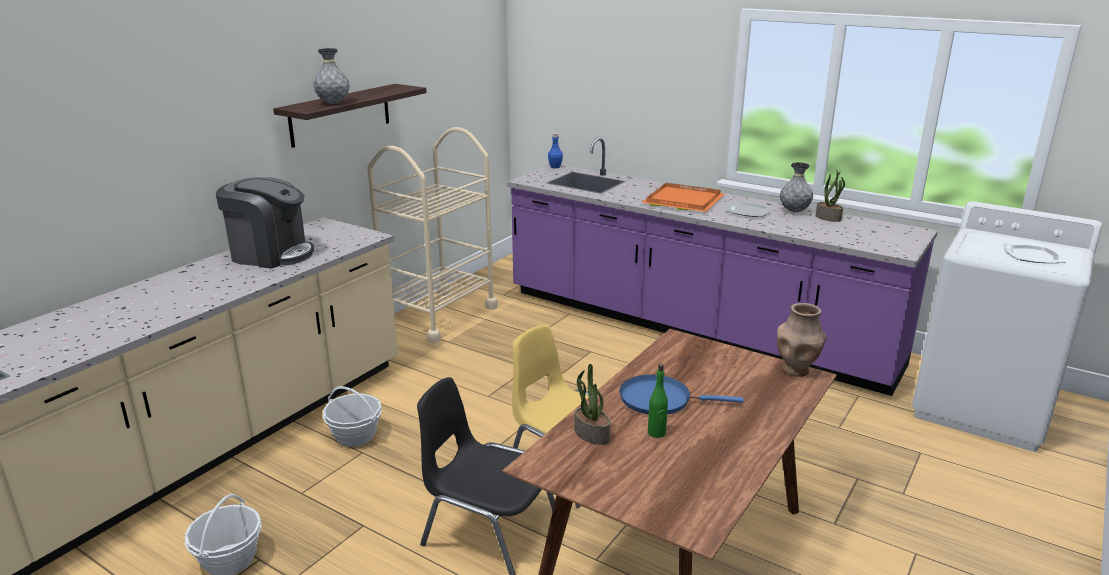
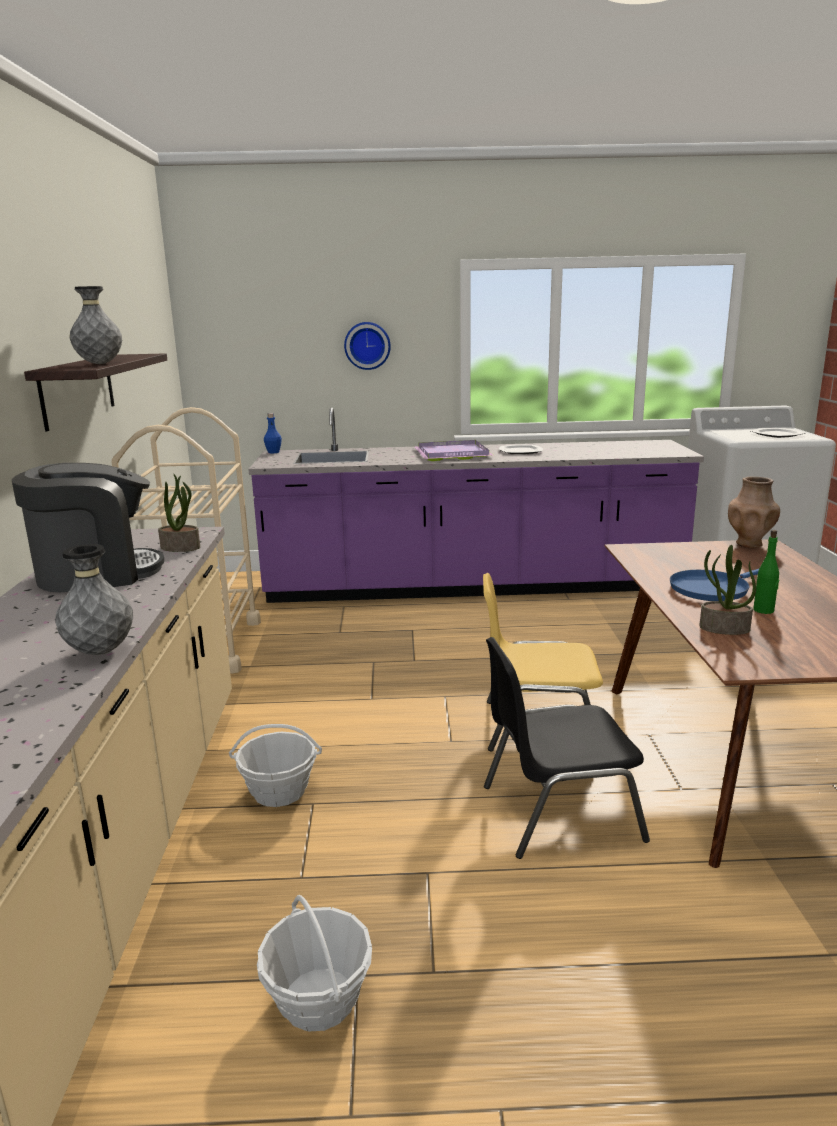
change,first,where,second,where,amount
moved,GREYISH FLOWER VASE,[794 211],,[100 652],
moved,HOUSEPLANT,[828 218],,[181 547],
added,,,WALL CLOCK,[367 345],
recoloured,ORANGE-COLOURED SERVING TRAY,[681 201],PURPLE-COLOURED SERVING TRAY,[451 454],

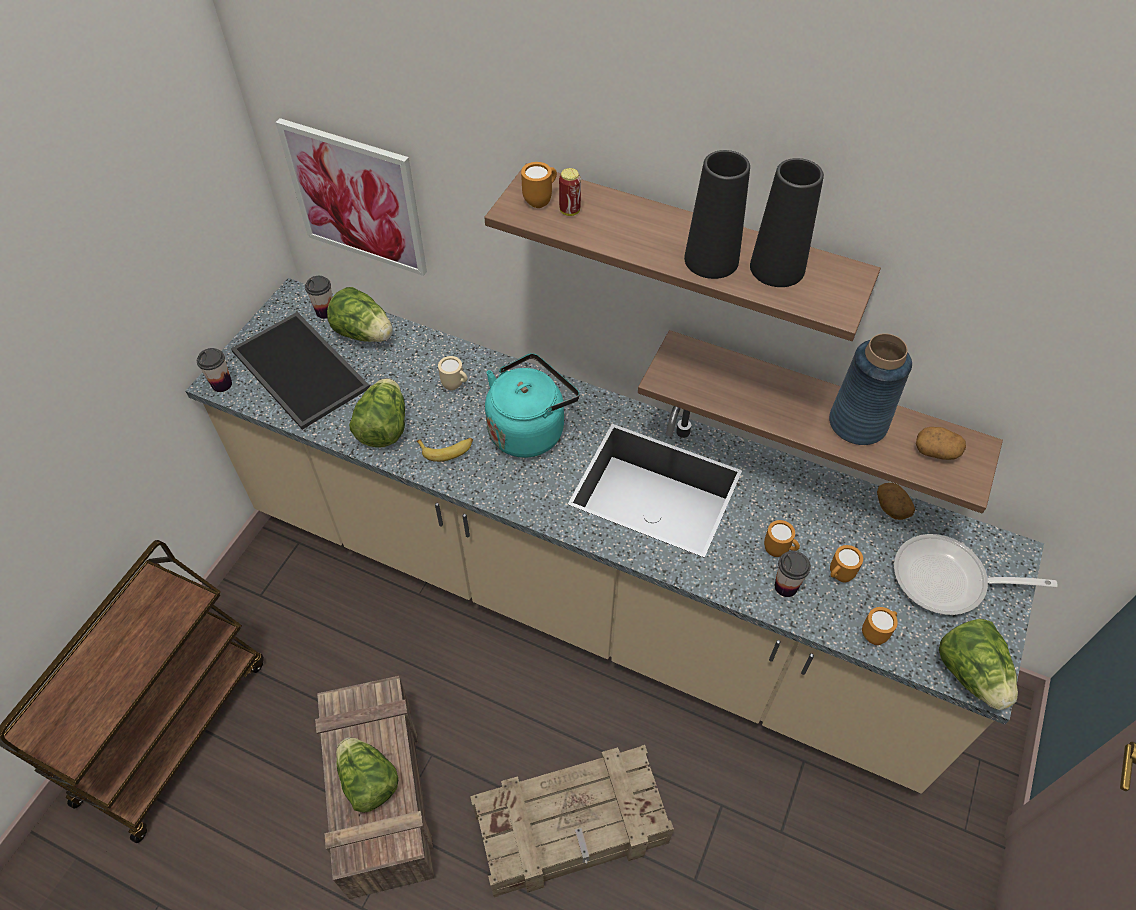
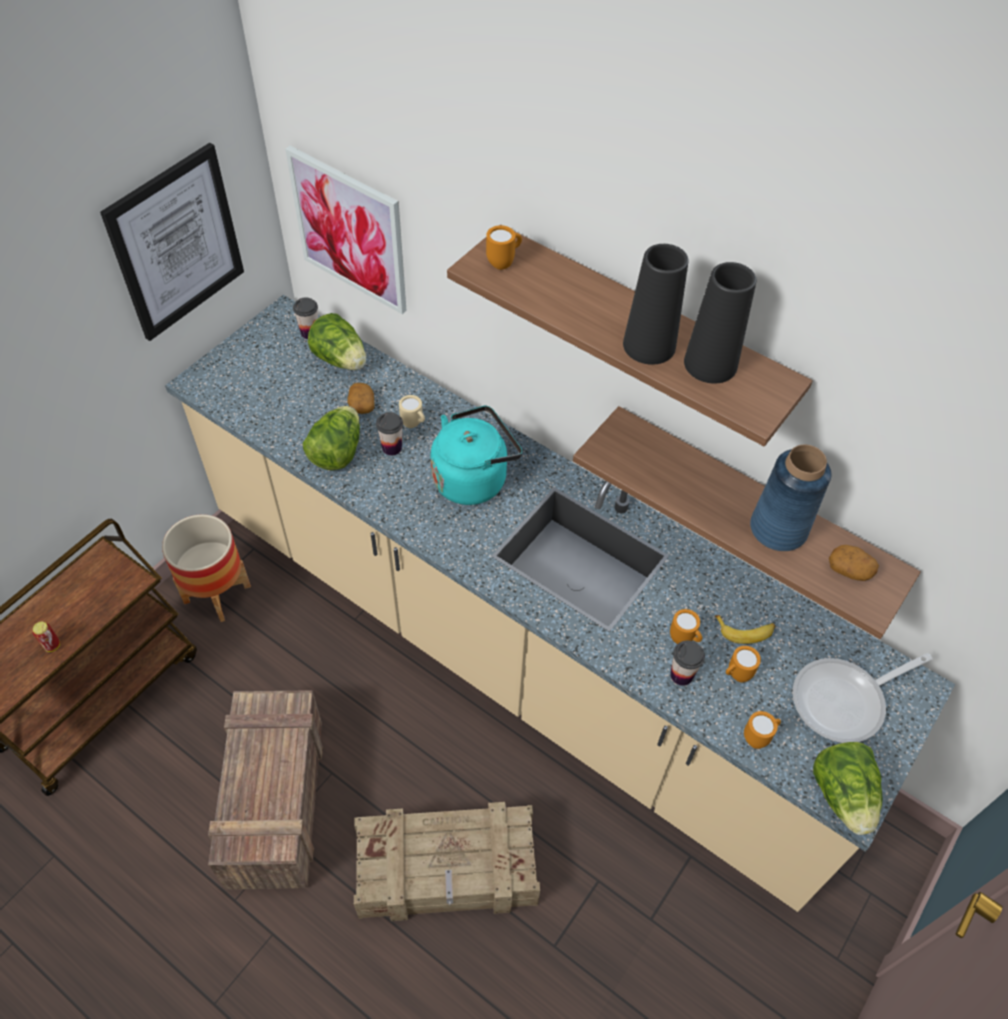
change,first,where,second,where,amount
moved,CAN,[569 211],,[52 645],
added,,,PICTURE,[176 243],
added,,,PLANTER,[217 593],
moved,POTATO,[891 507],,[361 405],
moved,CUP,[222 384],,[392 447],
moved,BANANA FRUIT,[447 449],,[745 631],
turned,PAN,[947 581],,[844 701],45 degrees counterclockwise
removed,SERVING TRAY,[302 369],,,
removed,LETTUCE,[368 782],,,

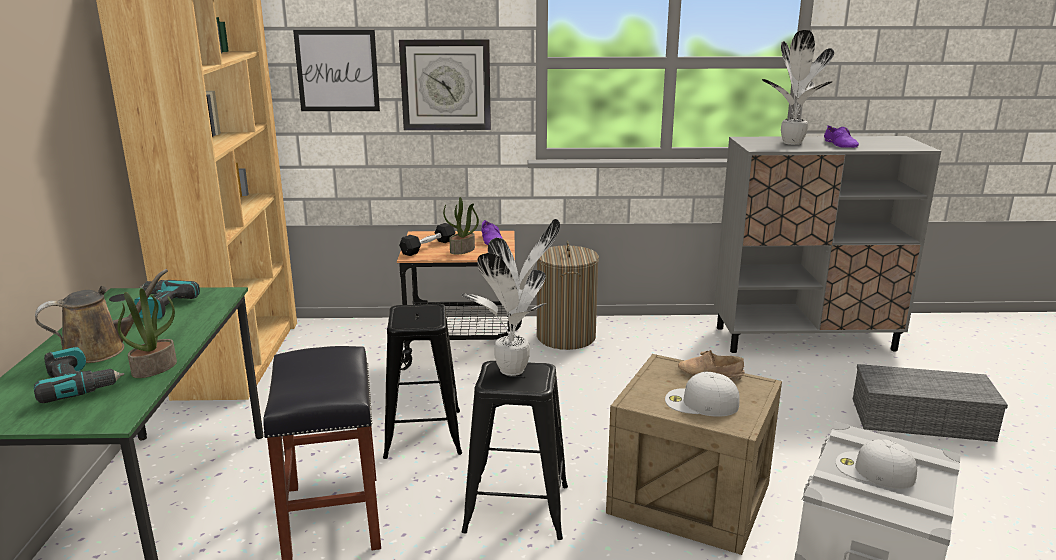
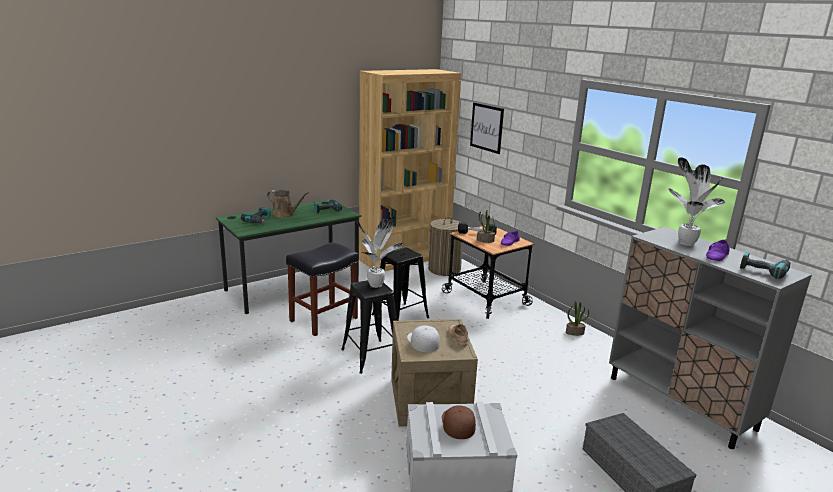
change,first,where,second,where,amount
moved,HAMPER,[566 337],,[444 269],
recoloured,WHITE-COLOURED CAP,[874 470],BROWN CAP,[457 423],
moved,HOUSEPLANT,[154 368],,[575 332],
added,,,DRILL,[764 270],
removed,WALL CLOCK,[446 85],,,

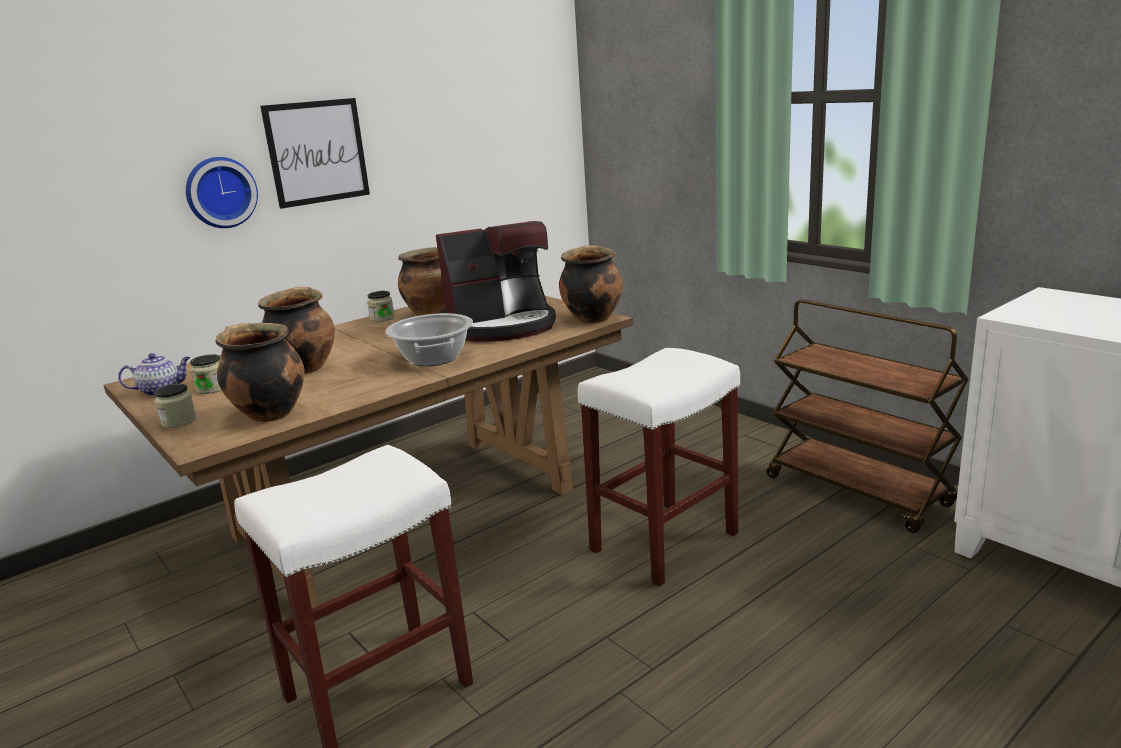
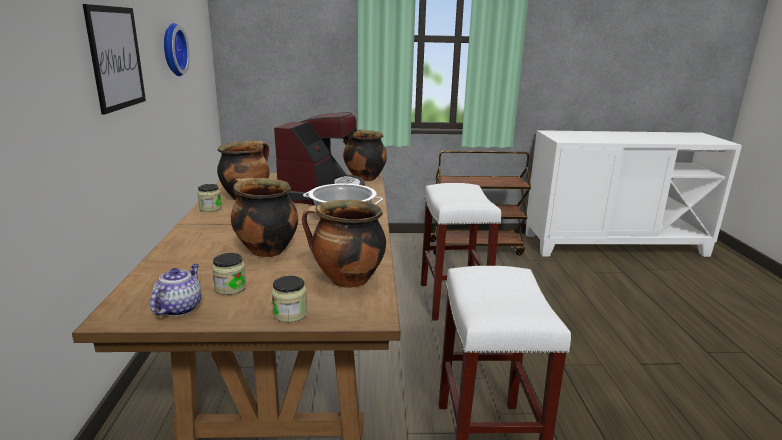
change,first,where,second,where,amount
moved,WALL CLOCK,[220 192],,[172 50],

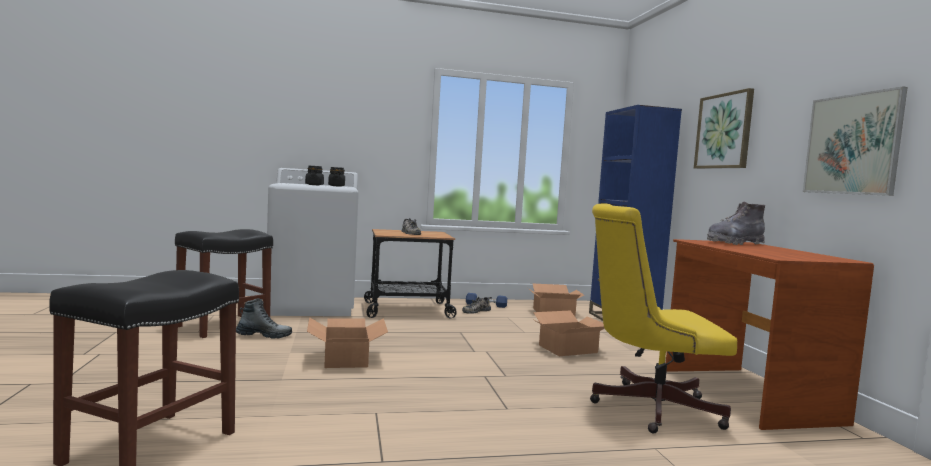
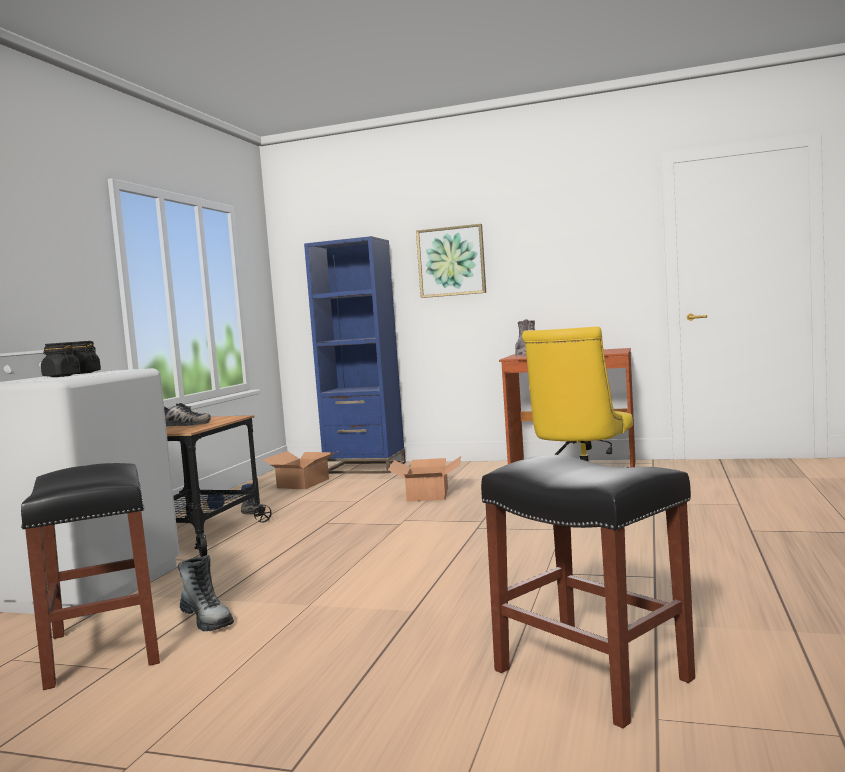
change,first,where,second,where,amount
turned,BOOT,[264 336],,[207 619],120 degrees clockwise
removed,CARTON,[345 359],,,
removed,PICTURE,[852 144],,,

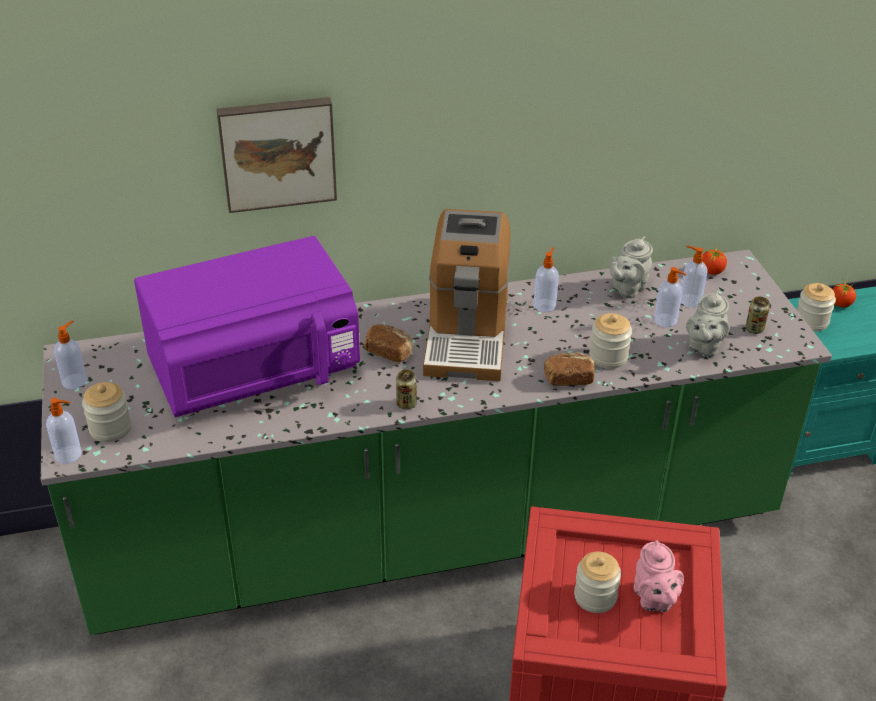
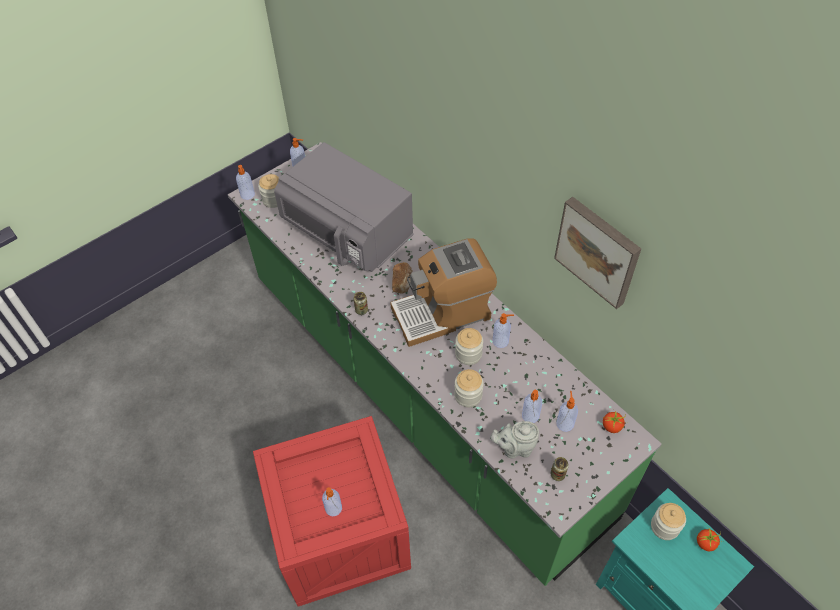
change,first,where,second,where,amount
recoloured,PURPLE-COLOURED MICROWAVE OVEN,[255 374],GREYISH MICROWAVE OVEN,[347 233],
replaced,PINKISH TEA POT,[654 599],LIQUID SOAP BOTTLE,[333 509],
moved,PRESERVE JAR,[595 597],,[468 354],
moved,PICTURE,[277 152],,[598 251],
removed,BAKERY BREAD,[568 378],,,
removed,GREYISH TEA POT,[627 289],,,

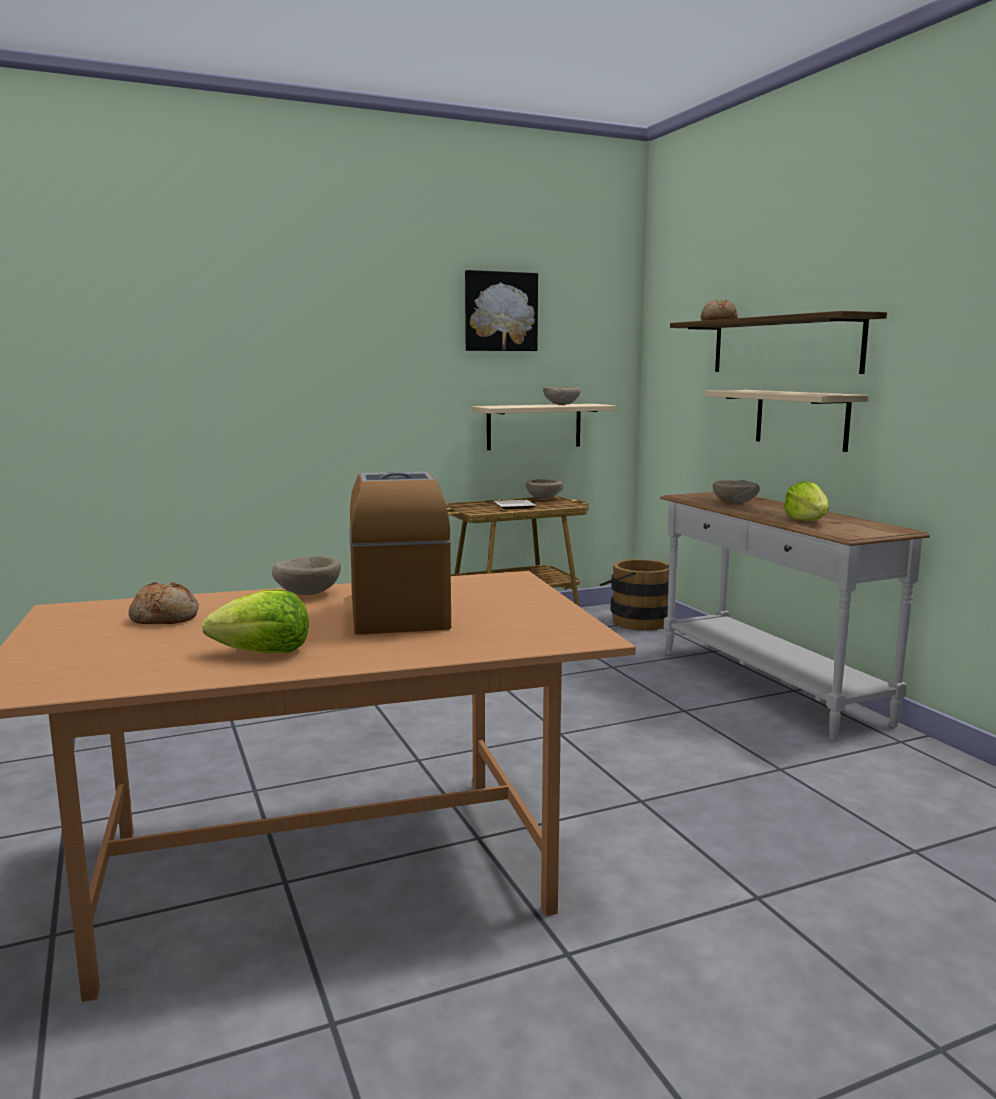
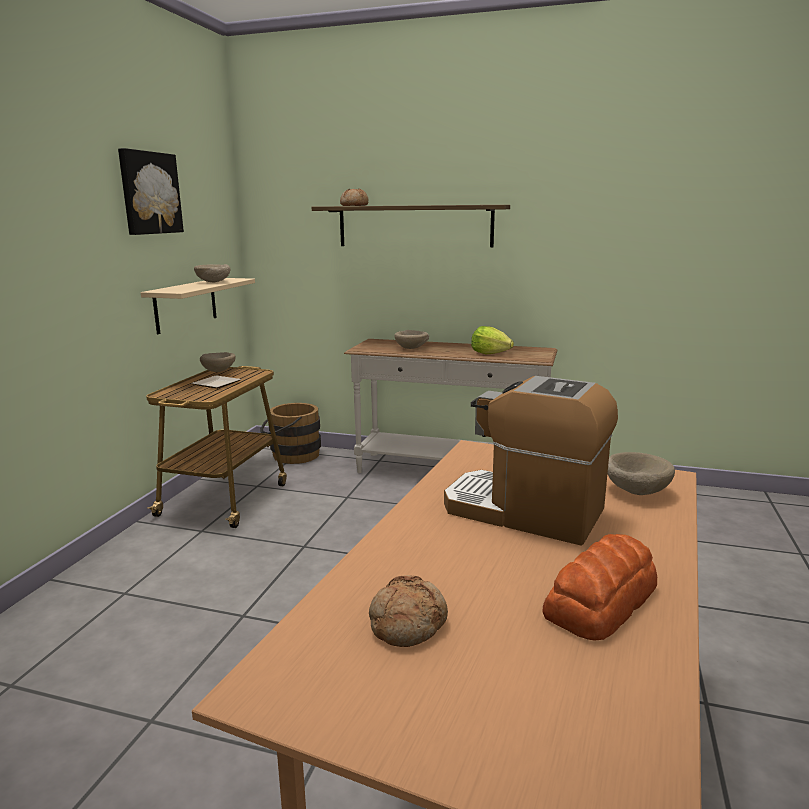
change,first,where,second,where,amount
replaced,LETTUCE,[263 653],BAKERY BREAD,[603 600],
moved,BEIGE-COLOURED SERVING BOWL,[308 593],,[635 491],
removed,BEIGE-COLOURED BRACKET SHELF,[801 419],,,

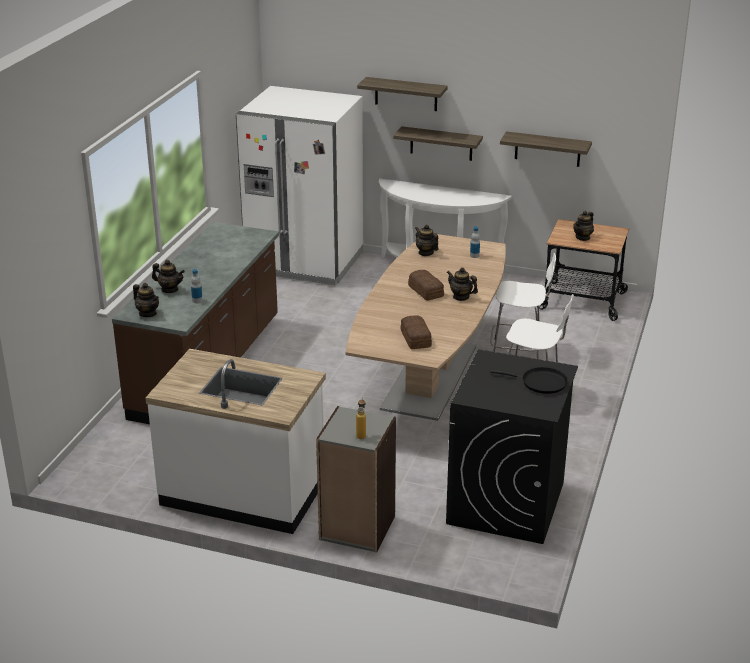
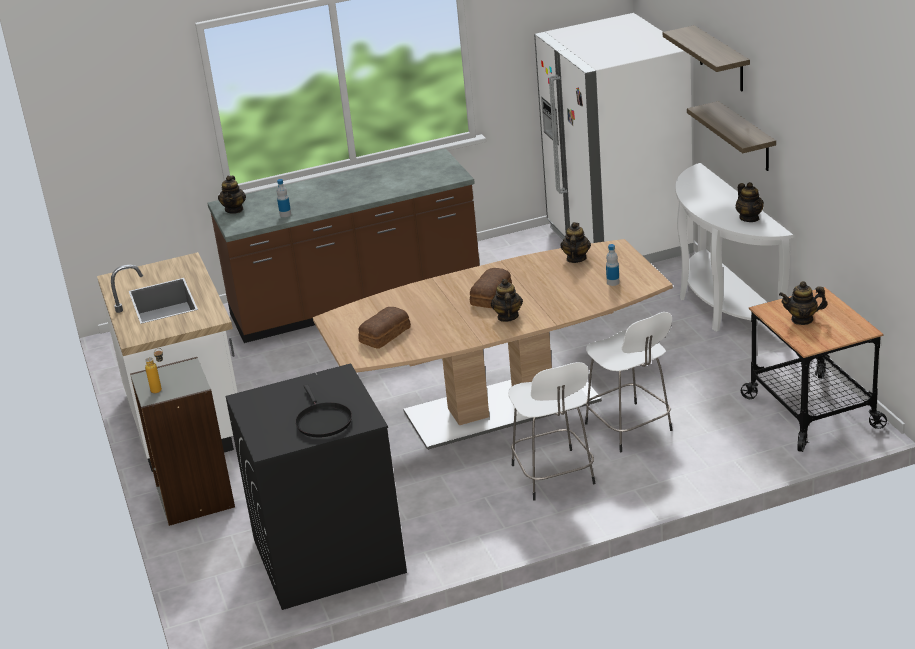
change,first,where,second,where,amount
moved,TEA POT,[169 289],,[749 218],
removed,BRACKET SHELF,[547 149],,,

